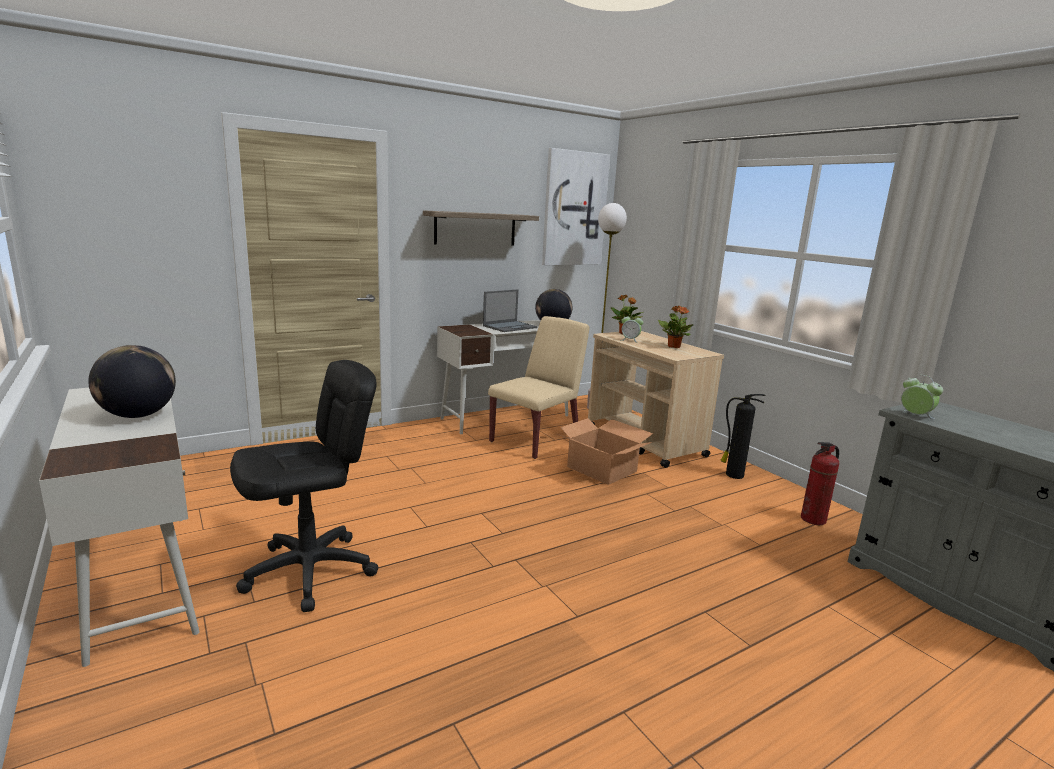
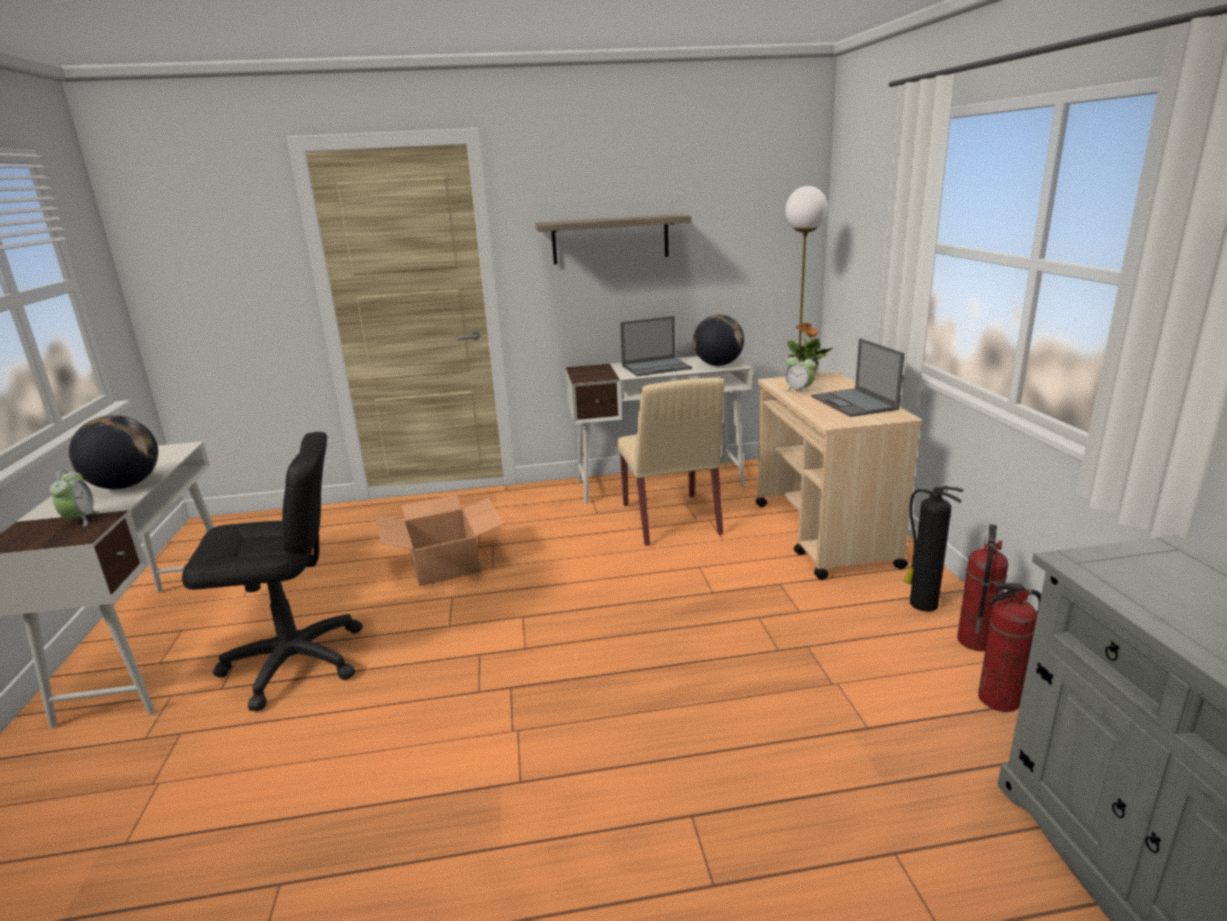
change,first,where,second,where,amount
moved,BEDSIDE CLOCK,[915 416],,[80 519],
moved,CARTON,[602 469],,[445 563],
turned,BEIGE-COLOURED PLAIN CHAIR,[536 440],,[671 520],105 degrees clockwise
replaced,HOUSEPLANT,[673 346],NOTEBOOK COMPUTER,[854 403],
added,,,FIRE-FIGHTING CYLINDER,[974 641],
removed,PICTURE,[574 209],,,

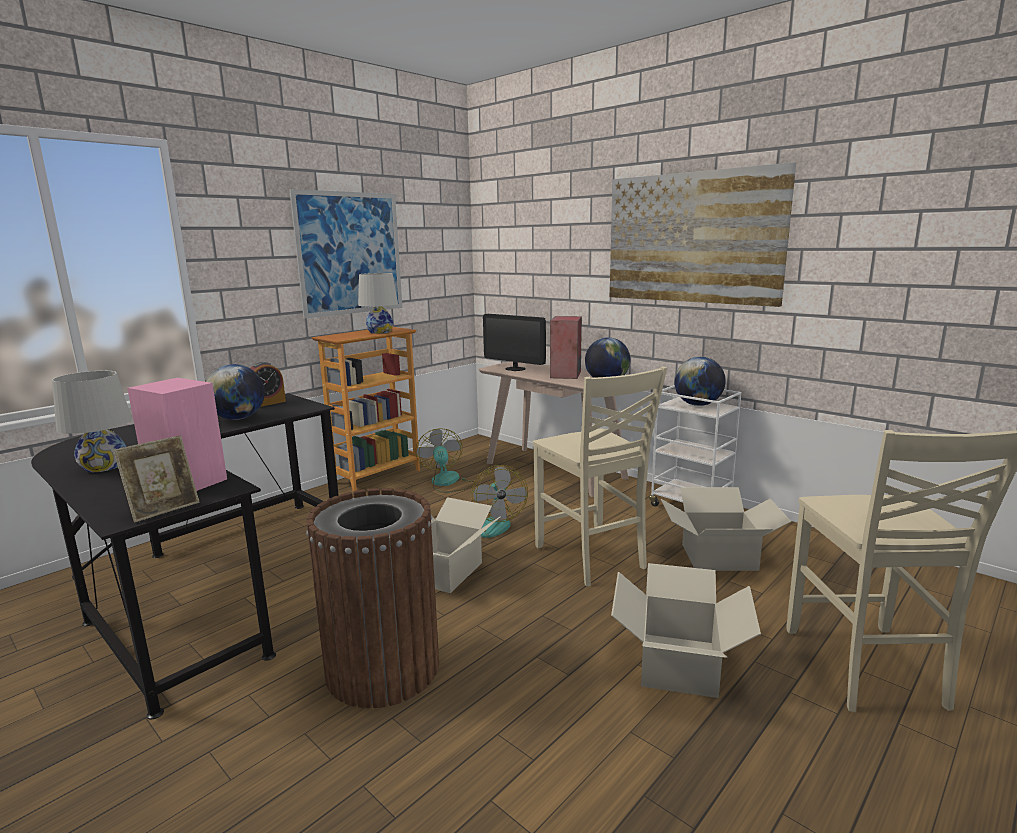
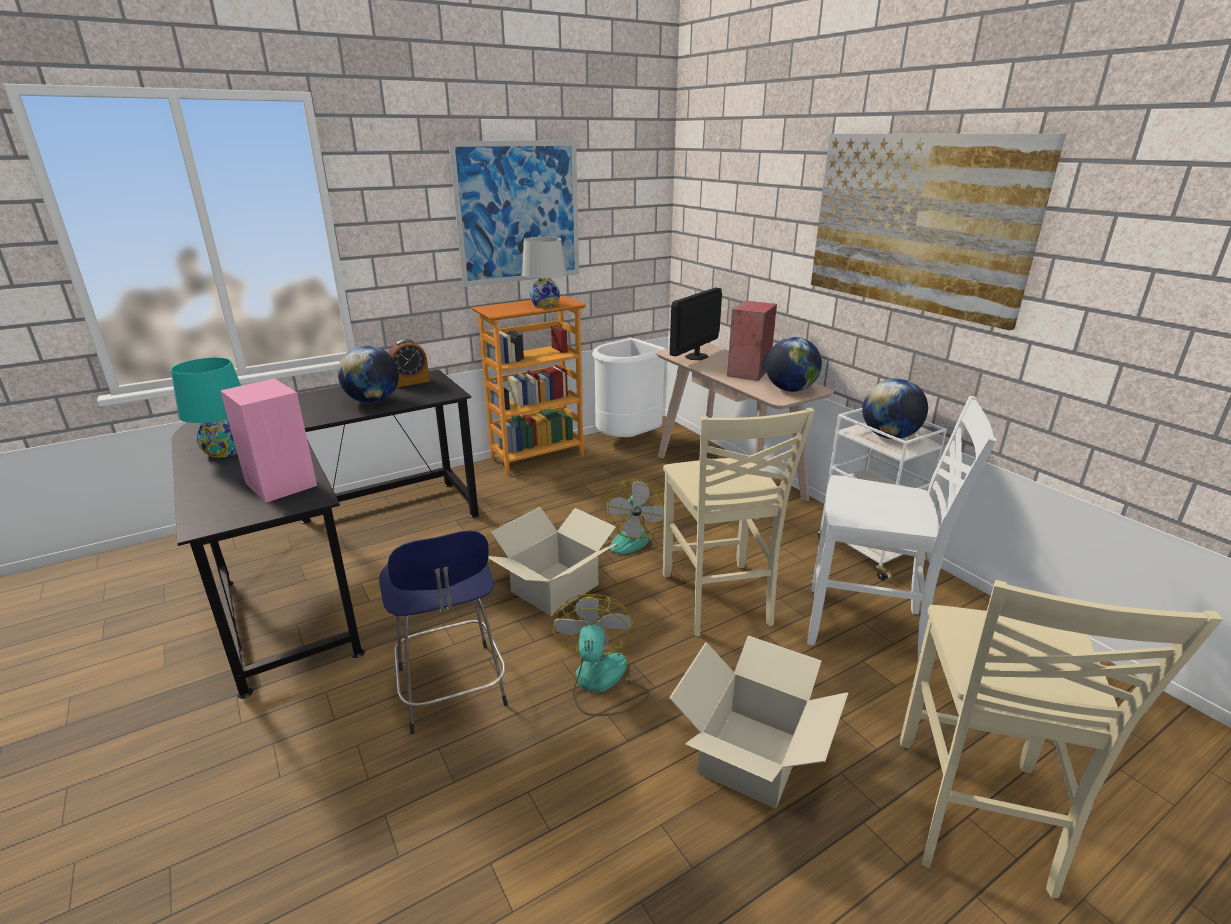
change,first,where,second,where,amount
recoloured,WHITE-COLOURED TABLE LAMP,[103 466],BLUE-GREEN TABLE LAMP,[225 451],
replaced,BROWN WASTE BIN,[383 668],BLUISH STOOL,[452 690],
moved,COOLING FAN,[447 483],,[601 683],
added,,,WHITE-COLOURED WASTE BIN,[627 439],
turned,MONITOR,[515 369],,[696 356],75 degrees clockwise
replaced,CARTON,[719 557],WHITE-COLOURED PLAIN CHAIR,[867 627],
removed,PHOTO FRAME,[164 509],,,

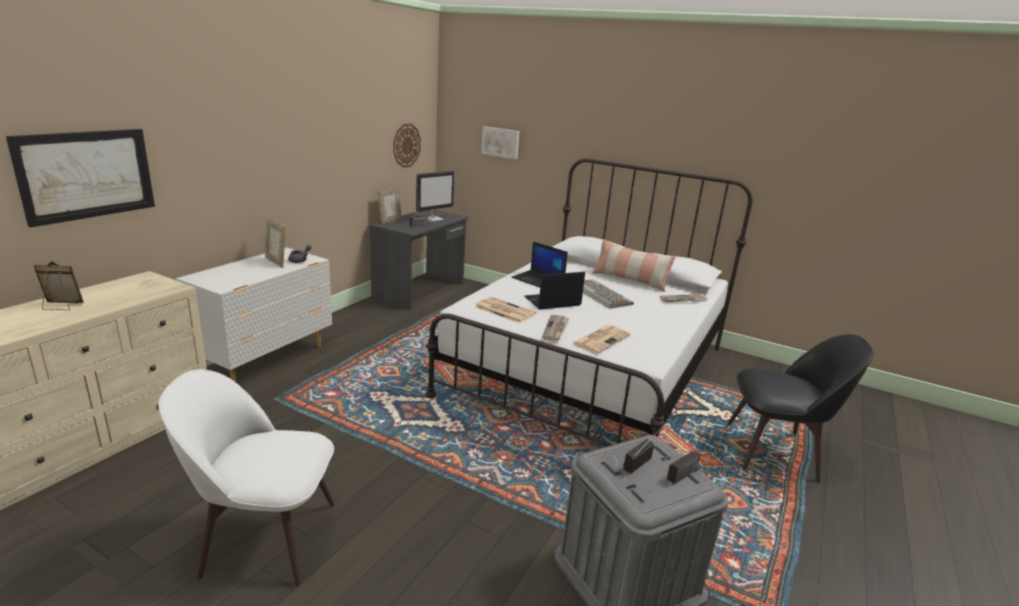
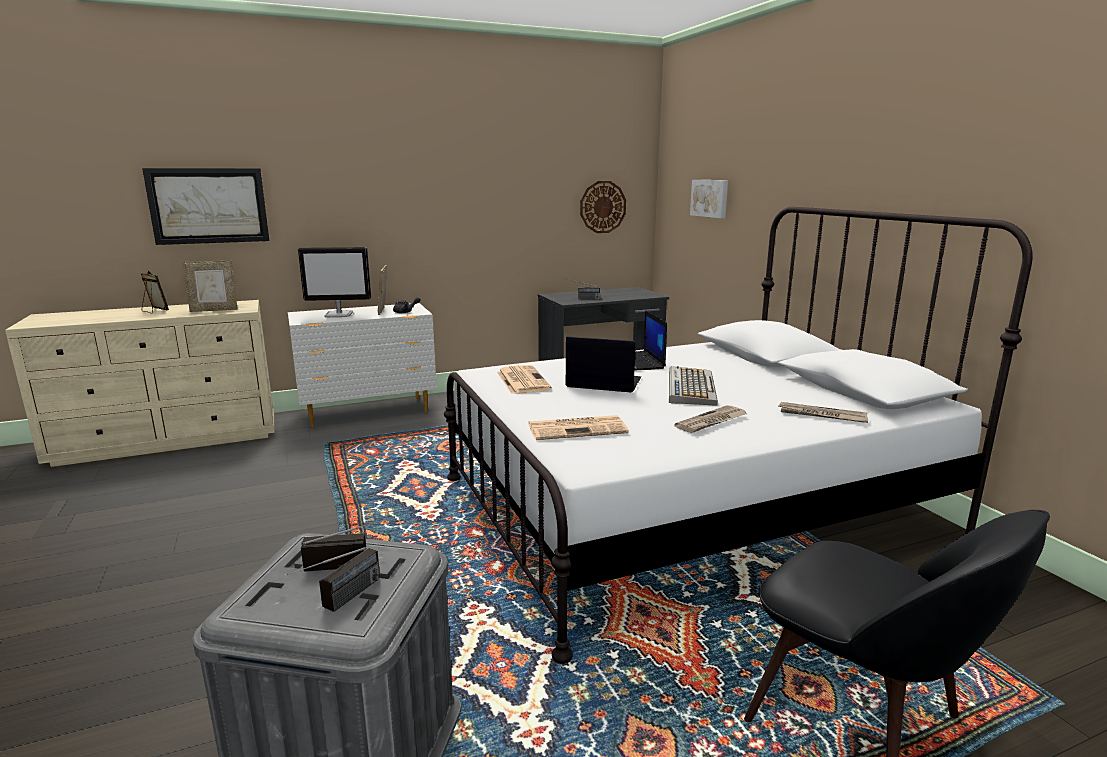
change,first,where,second,where,amount
moved,PHOTO FRAME,[390 221],,[214 310],
turned,RADIO RECEIVER,[676 479],,[340 602],60 degrees counterclockwise
moved,MONITOR,[433 219],,[339 315],
moved,PRINTED PAPER,[556 329],,[711 422],
removed,WHITE-COLOURED PLAIN CHAIR,[265 537],,,
removed,PILLOW,[629 280],,,

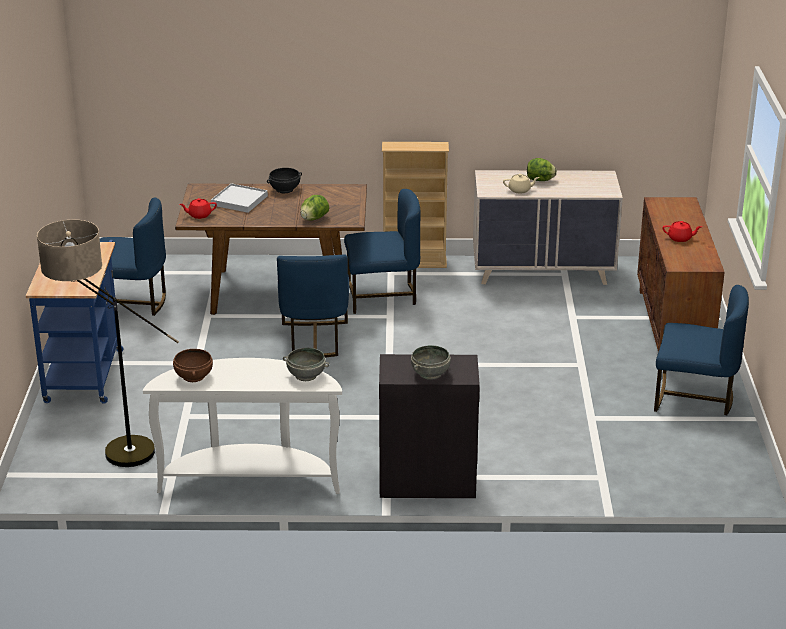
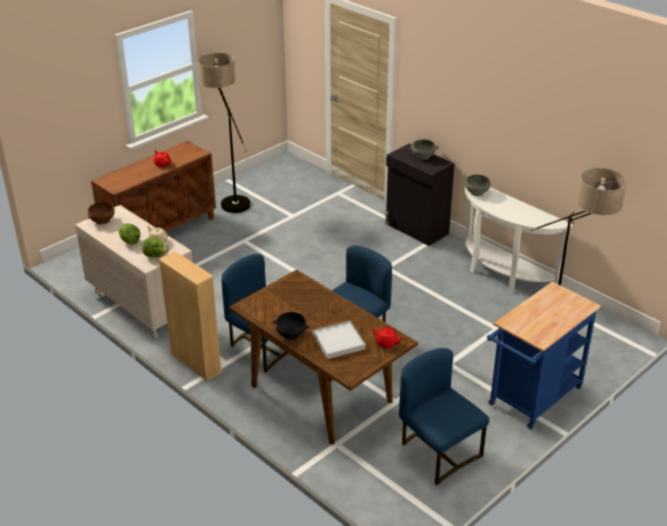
change,first,where,second,where,amount
moved,BROWN SERVING BOWL,[193 376],,[102 220],
moved,LETTUCE,[314 219],,[156 256],
replaced,BLUISH PLAIN CHAIR,[694 398],STANDING LAMP,[230 199],

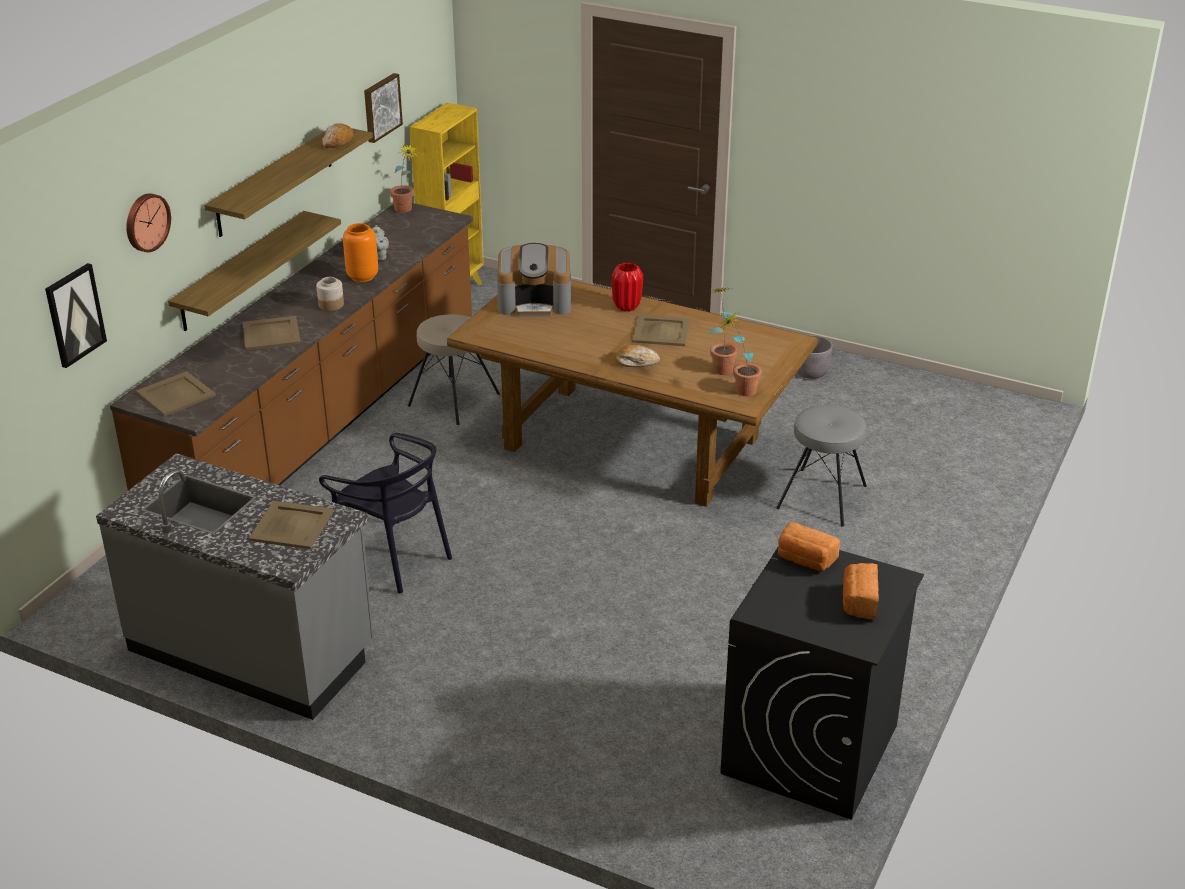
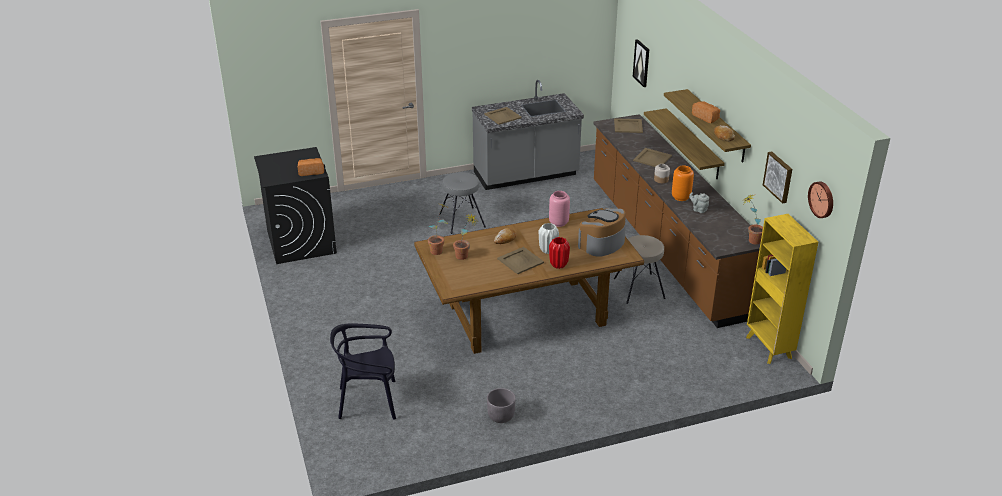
change,first,where,second,where,amount
moved,BLACKISH PLAIN CHAIR,[393 557],,[368 401],
moved,GREYISH STOOL,[823 497],,[461 220],
added,,,WHITE-COLOURED FLOWER VASE,[548 250],
added,,,PINKISH FLOWER VASE,[558 223],
moved,BAKERY BREAD,[858 602],,[706 117],
moved,WALL CLOCK,[146 222],,[822 199],

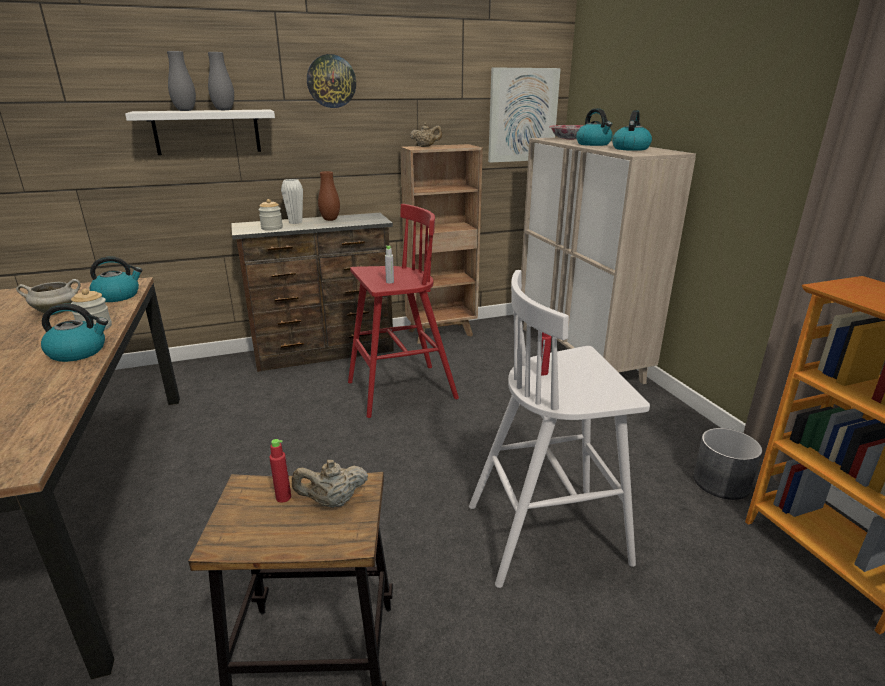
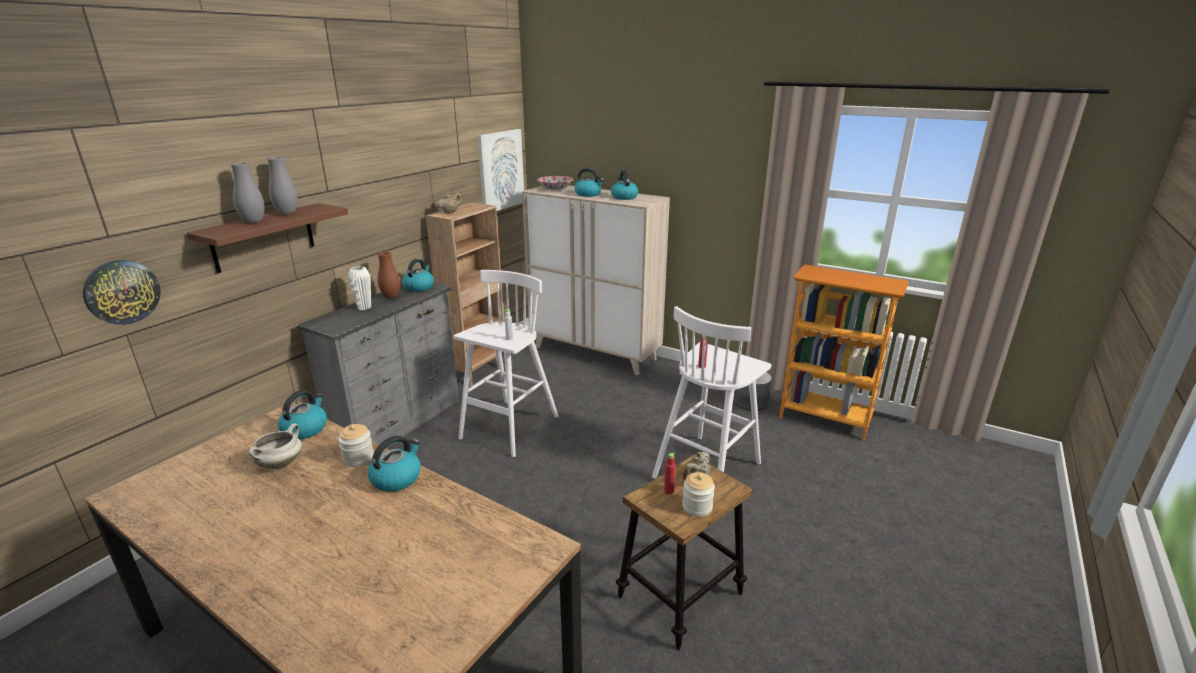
change,first,where,second,where,amount
moved,WALL CLOCK,[331 81],,[122 292],
recoloured,WHITE-COLOURED BRACKET SHELF,[207 132],BROWN BRACKET SHELF,[263 237],
recoloured,BROWN CHEST OF DRAWERS,[325 353],GREYISH CHEST OF DRAWERS,[400 424],
added,,,KETTLE,[419 287],
recoloured,RED STOOL,[399 391],WHITE-COLOURED STOOL,[508 428],
moved,PRESERVE JAR,[272 228],,[697 507],

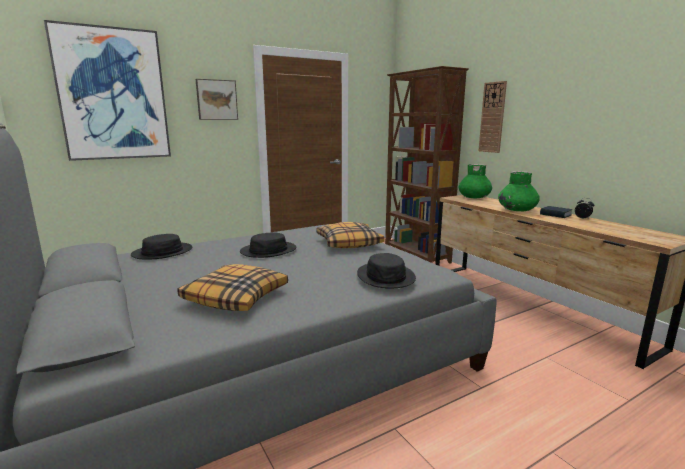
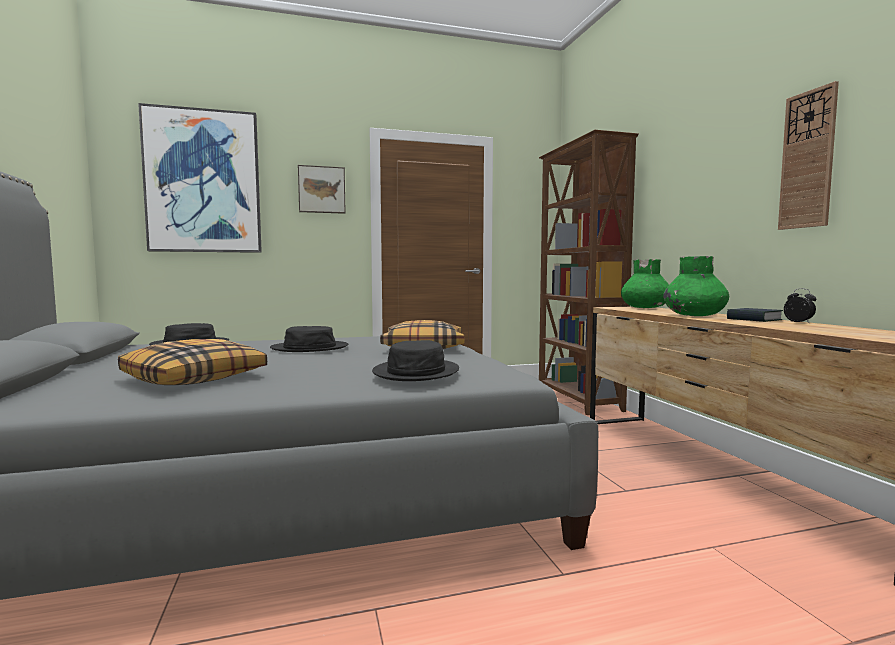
change,first,where,second,where,amount
moved,WALL CLOCK,[492 117],,[808 160],

